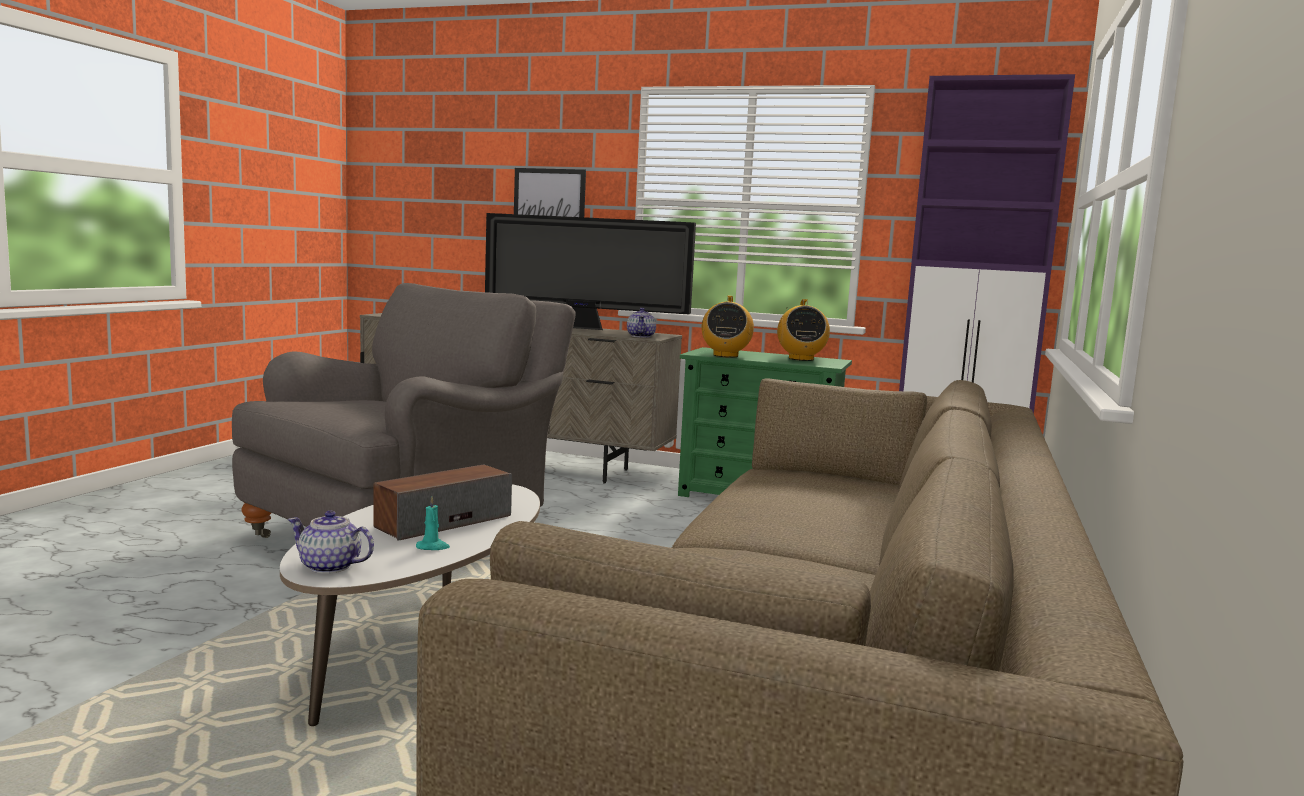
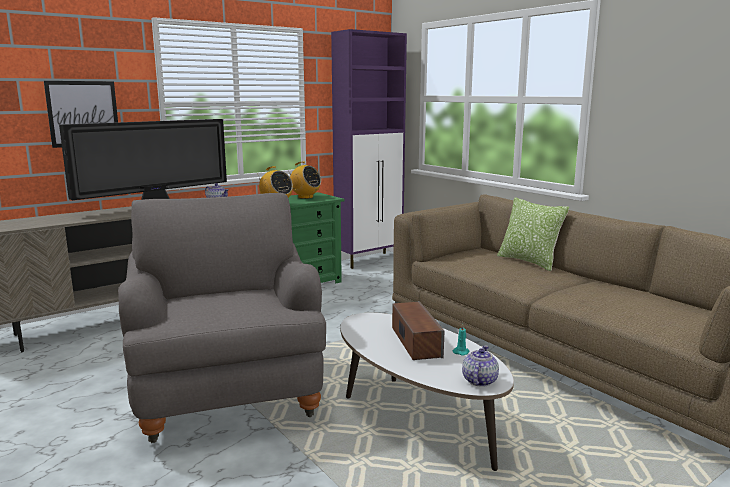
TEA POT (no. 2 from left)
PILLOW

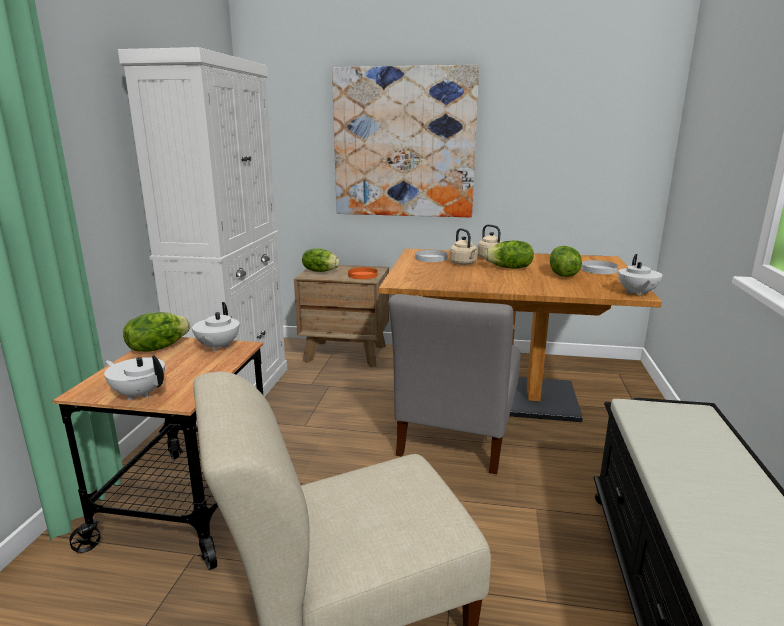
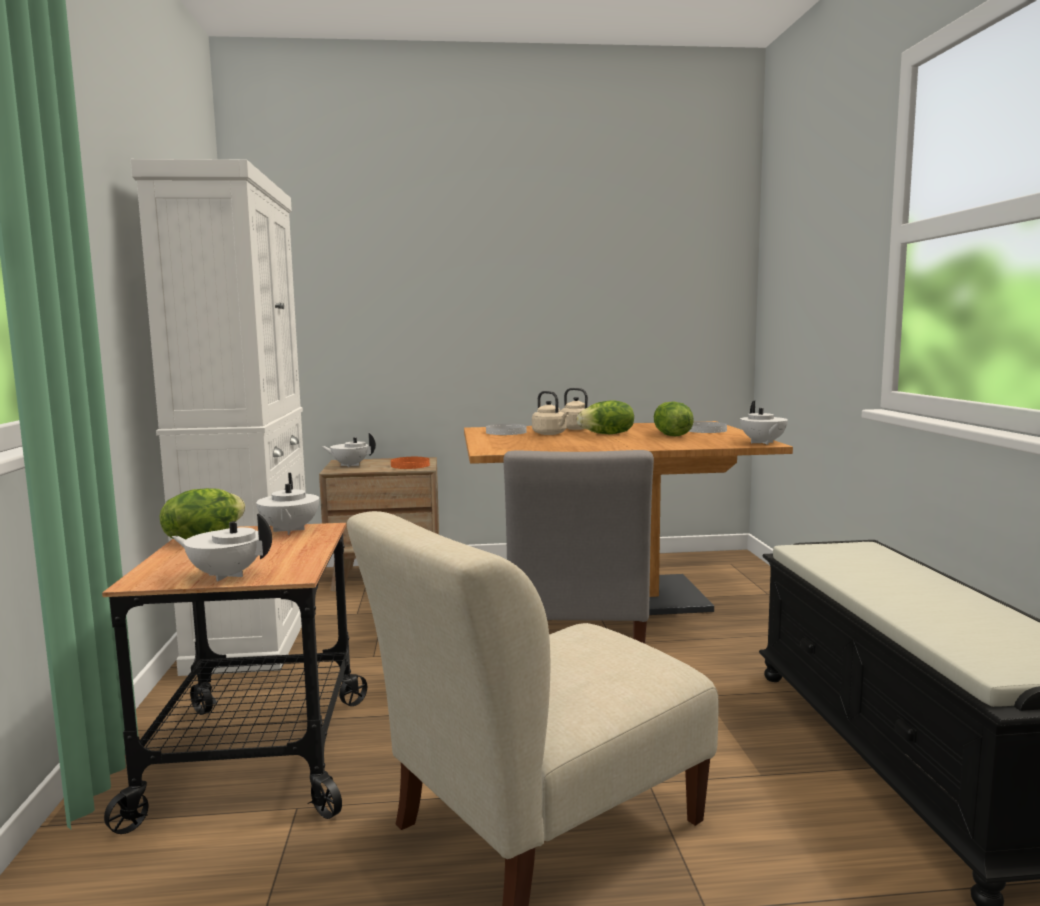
WHITE-COLOURED TEA POT (no. 3 from left)
PICTURE

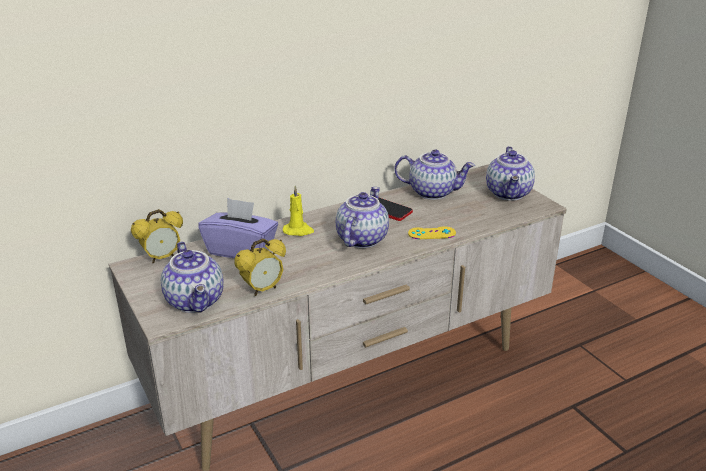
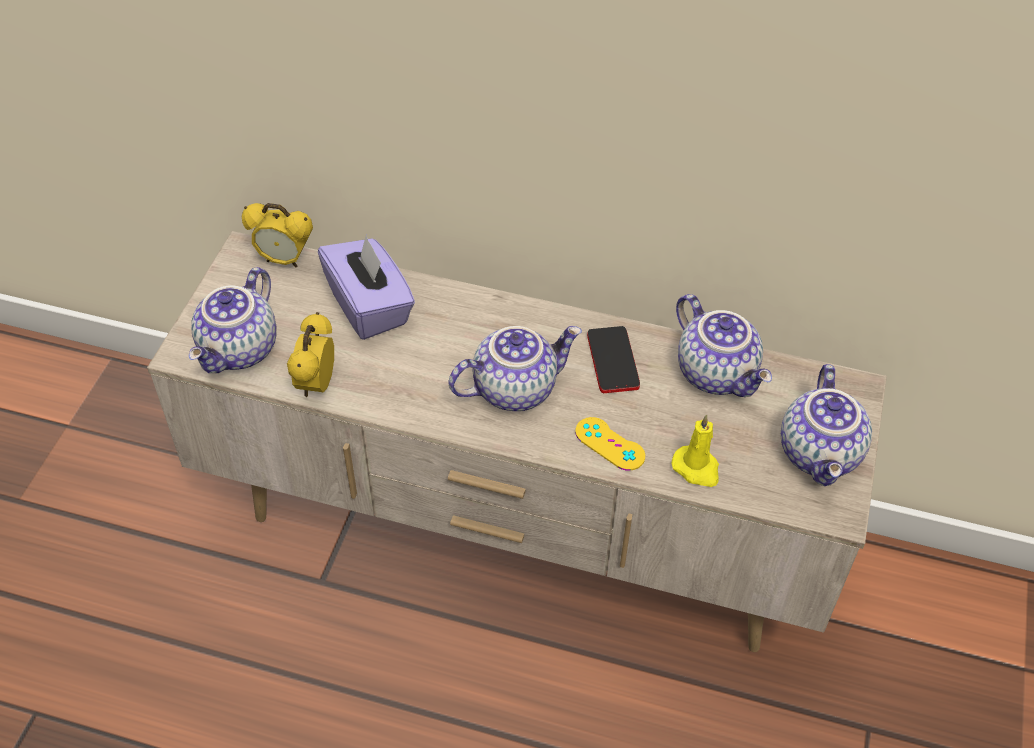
BEDSIDE CLOCK (no. 2 from left)
YELLOW-COLOURED WAX LIGHT
TEA POT (no. 4 from left)

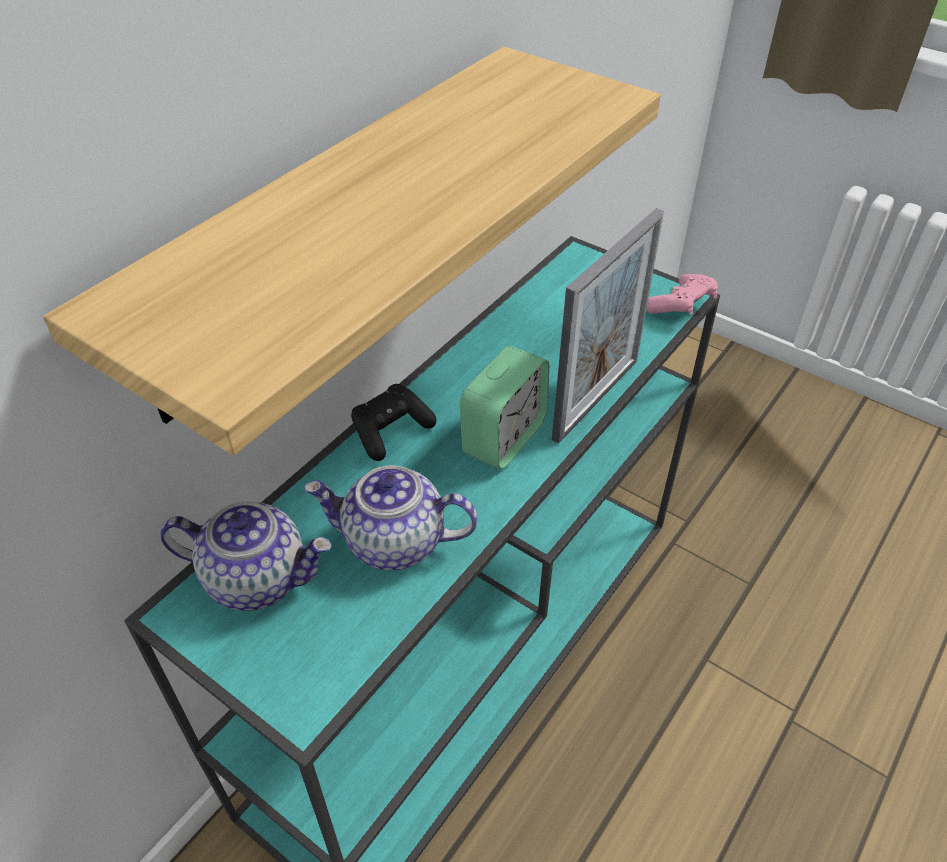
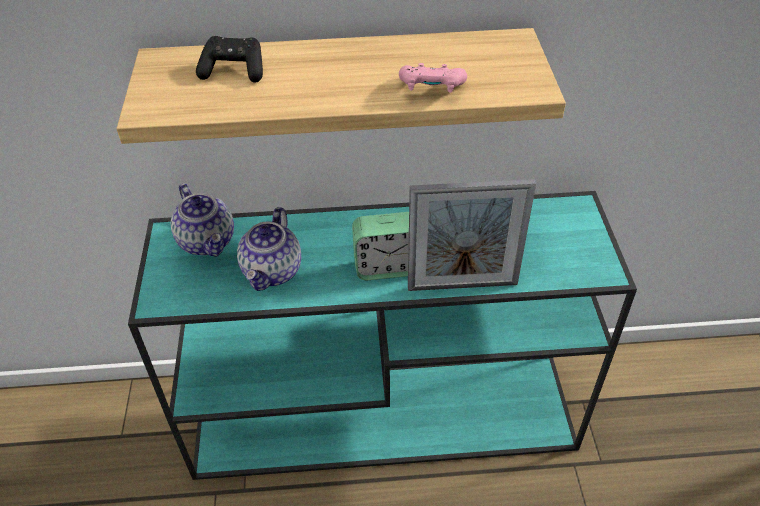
TEA POT (no. 2 from left)
BLACKISH GAMEPAD
PINK-COLOURED GAMEPAD

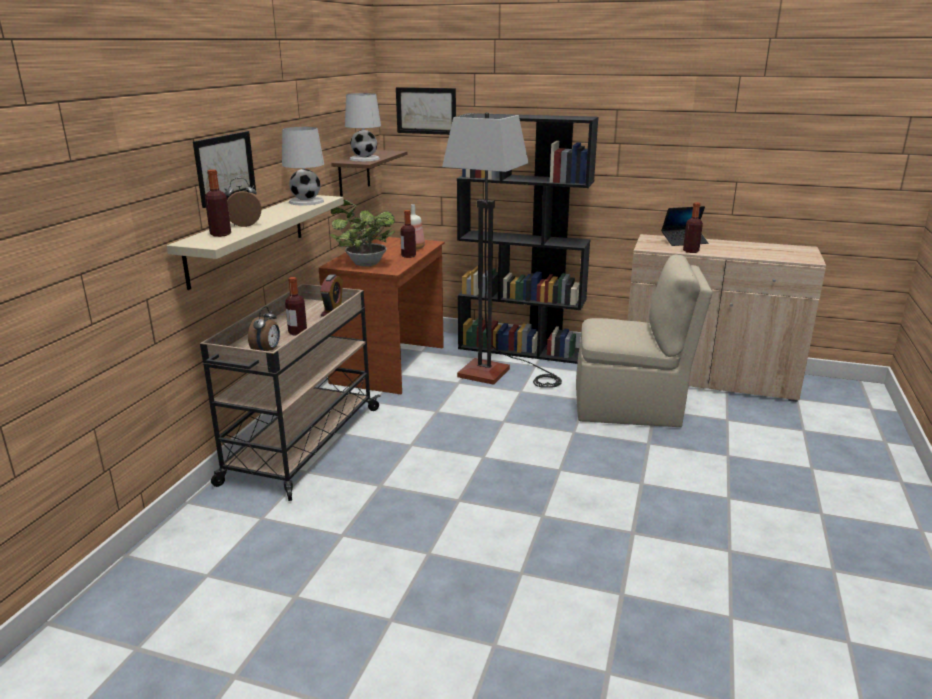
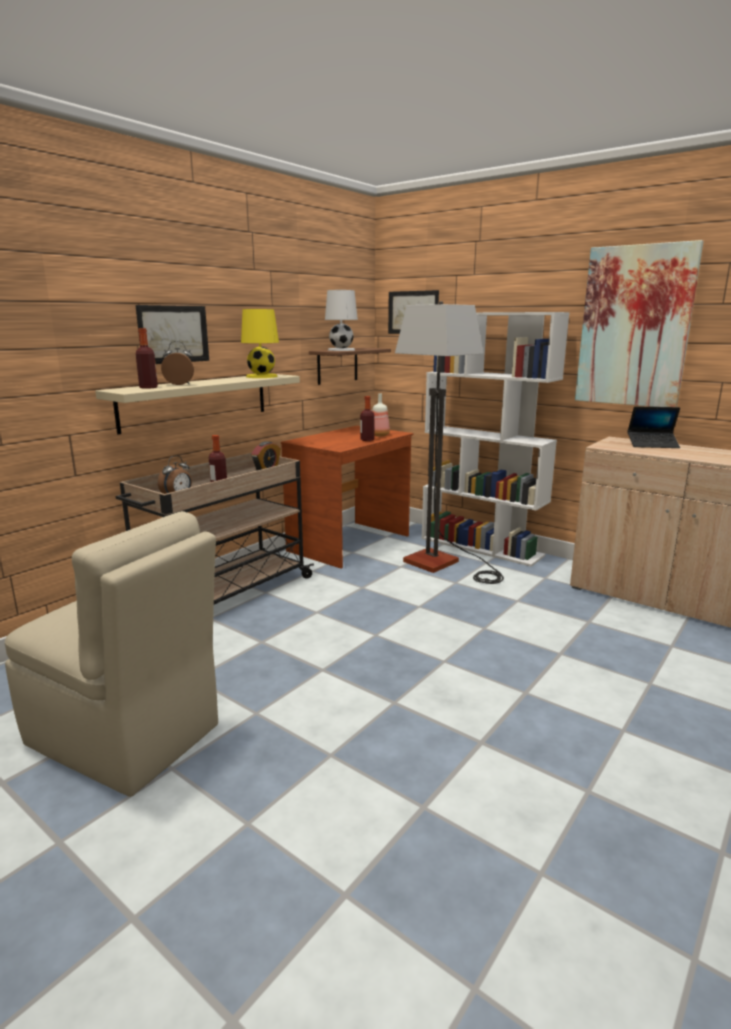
YELLOW-COLOURED TABLE LAMP
PLANT IN A POT
WHITE-COLOURED BOOKSHELF
BEIGE CHAIR
DRINK BOTTLE (no. 5 from left in the first image)
PICTURE (no. 3 from left)

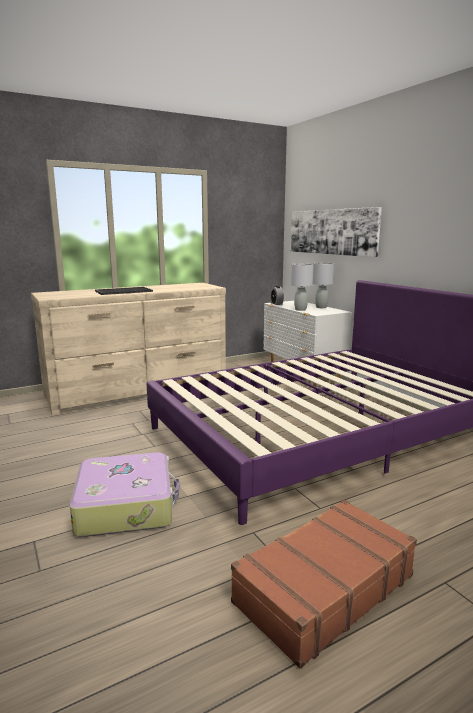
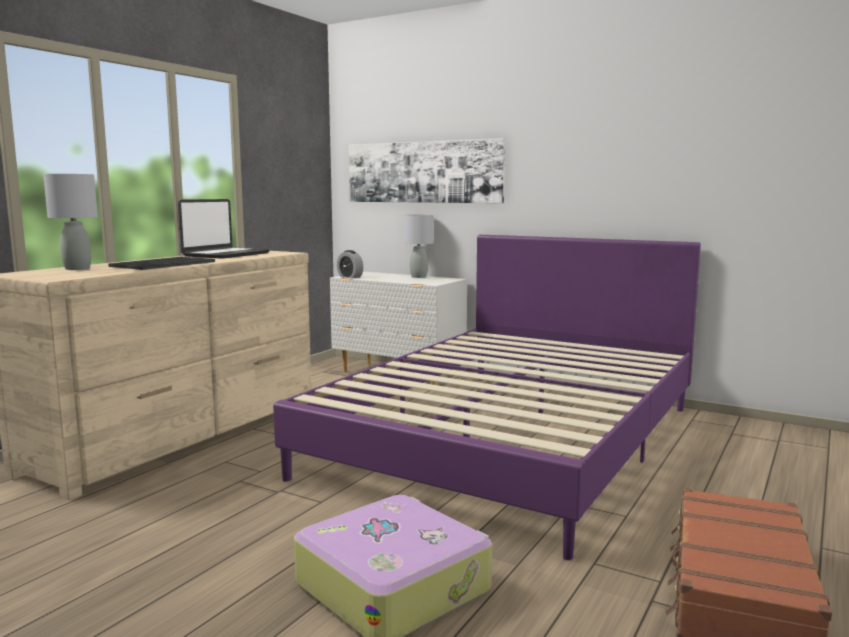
GREY TABLE LAMP (no. 1 from left)
PORTABLE COMPUTER

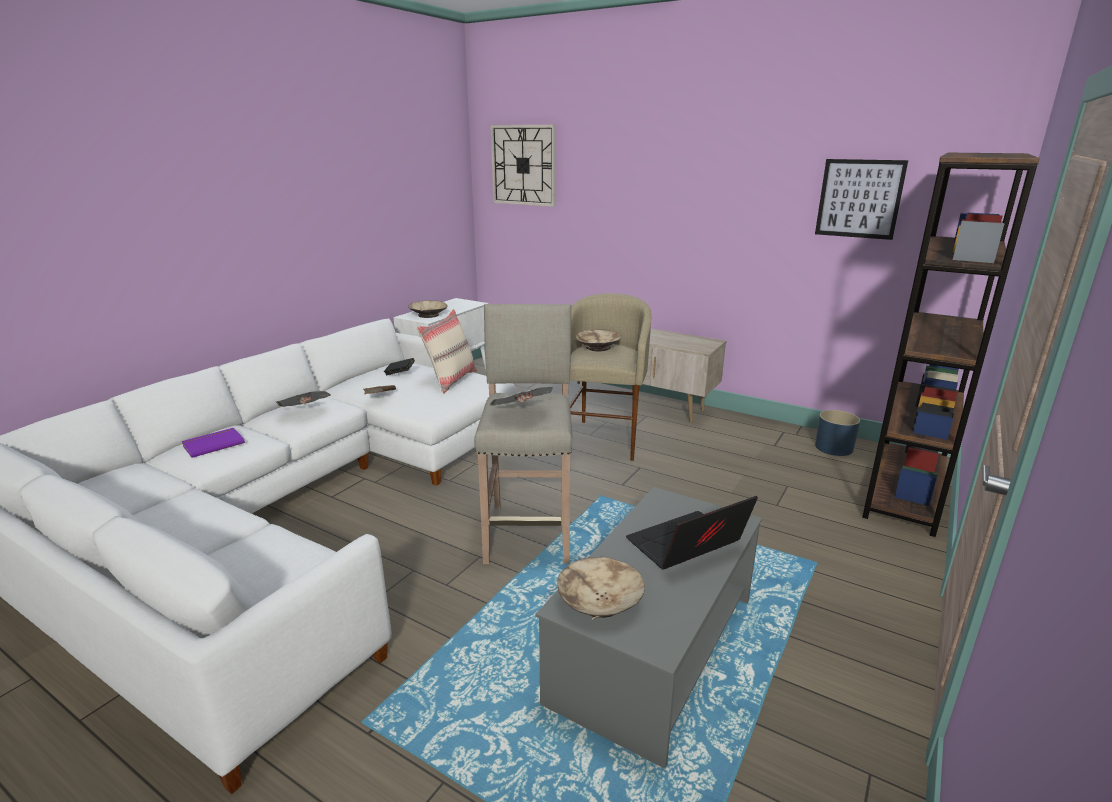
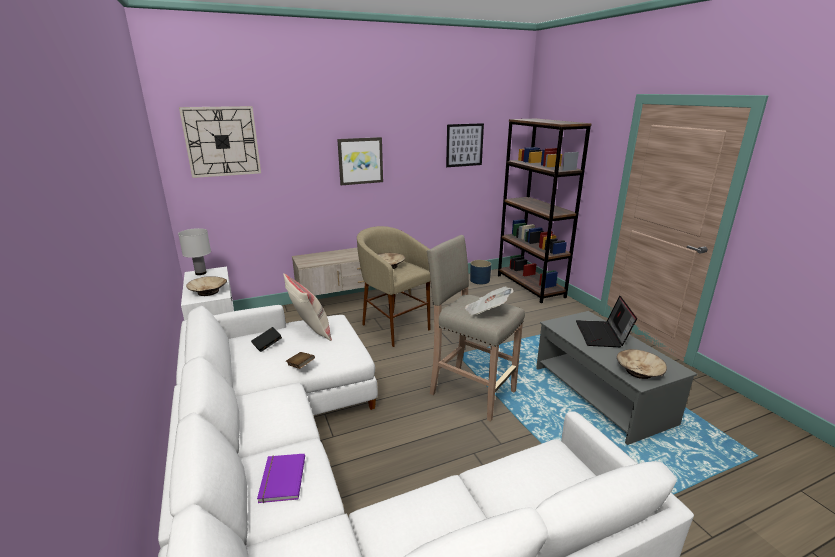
PRINTED PAPER (no. 1 from left in the first image)
WHITE-COLOURED TABLE LAMP
PICTURE (no. 1 from left)

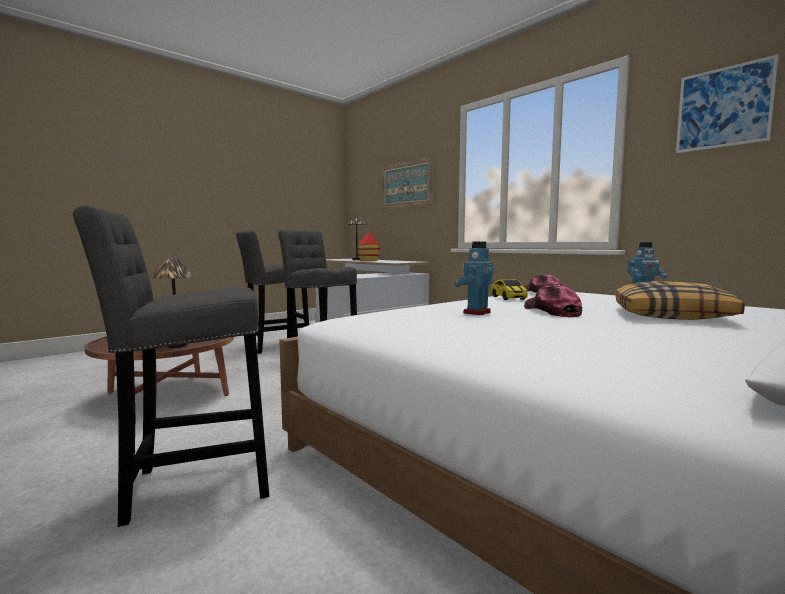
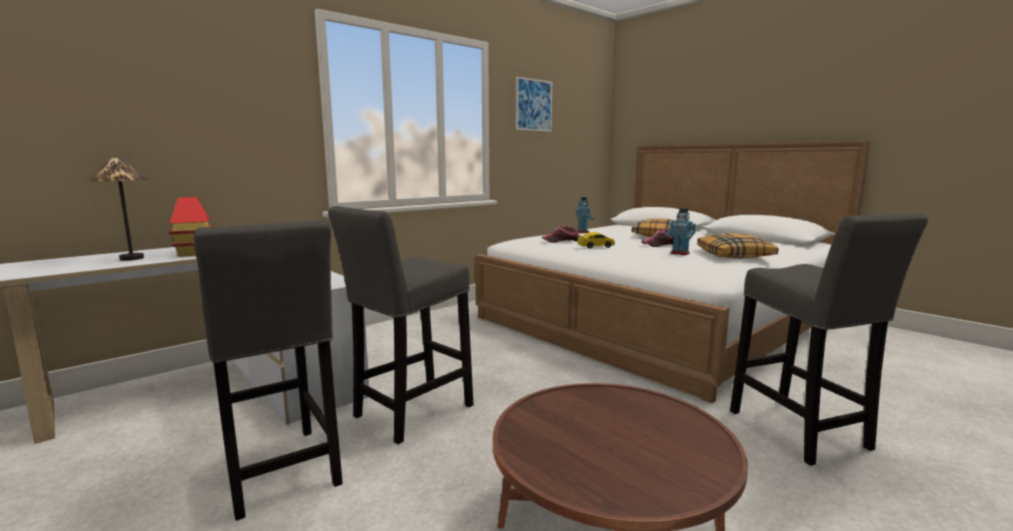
TABLE LAMP (no. 1 from left in the first image)
PICTURE (no. 1 from left in the first image)
PILLOW (no. 2 from left)

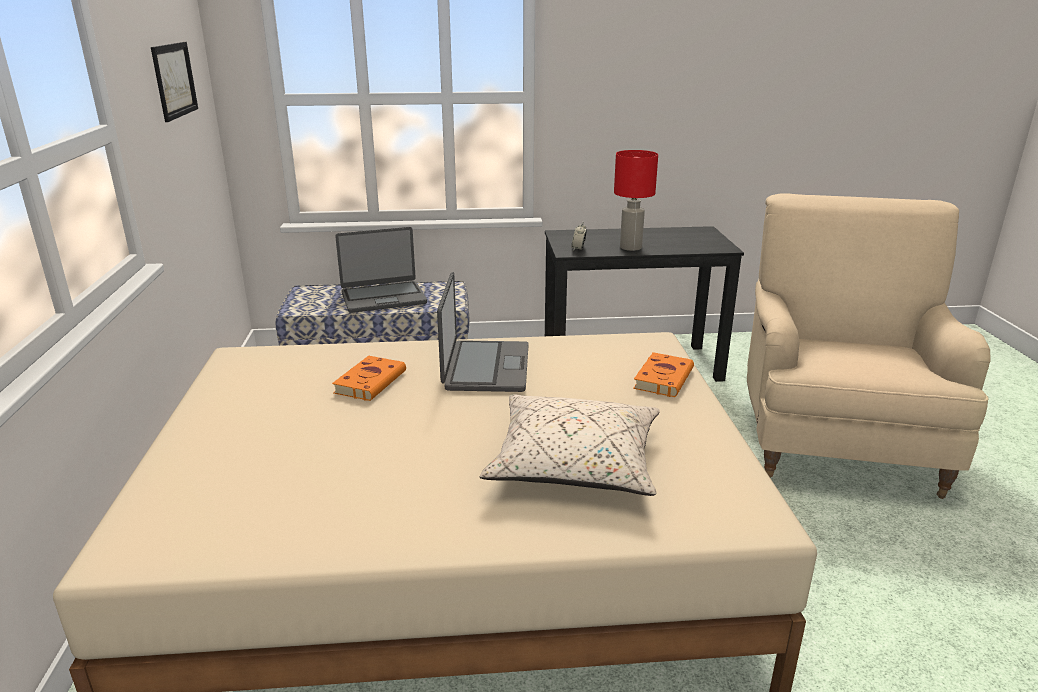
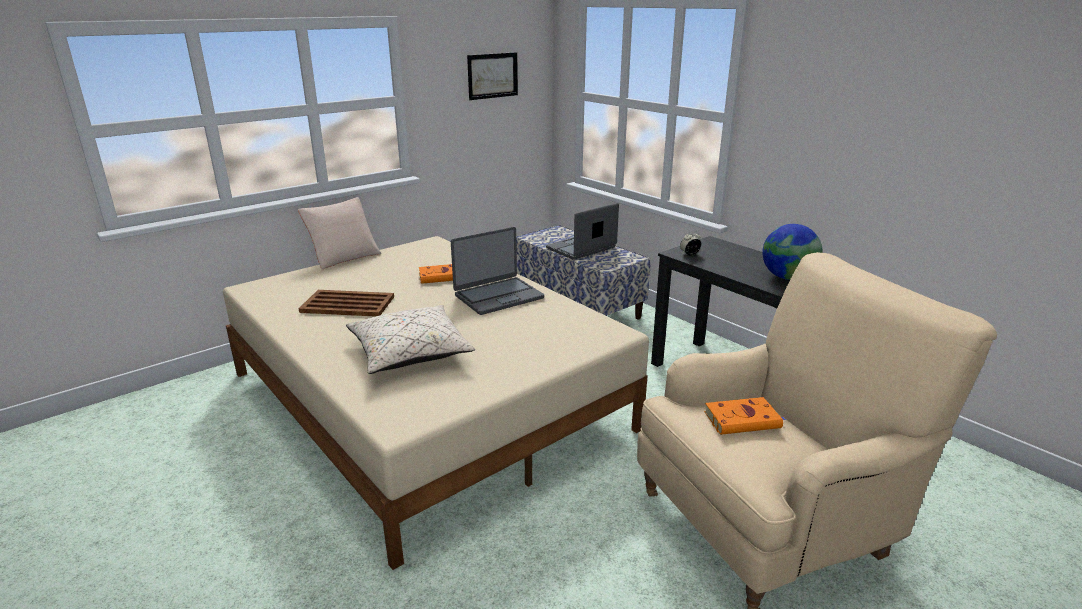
PORTABLE COMPUTER (no. 2 from left)
REDDISH TABLE LAMP
ORANGE BOOK (no. 2 from left)
BEIGE PILLOW (no. 1 from left)
BROWNISH CARRYING TRAY
WORLD GLOBE

